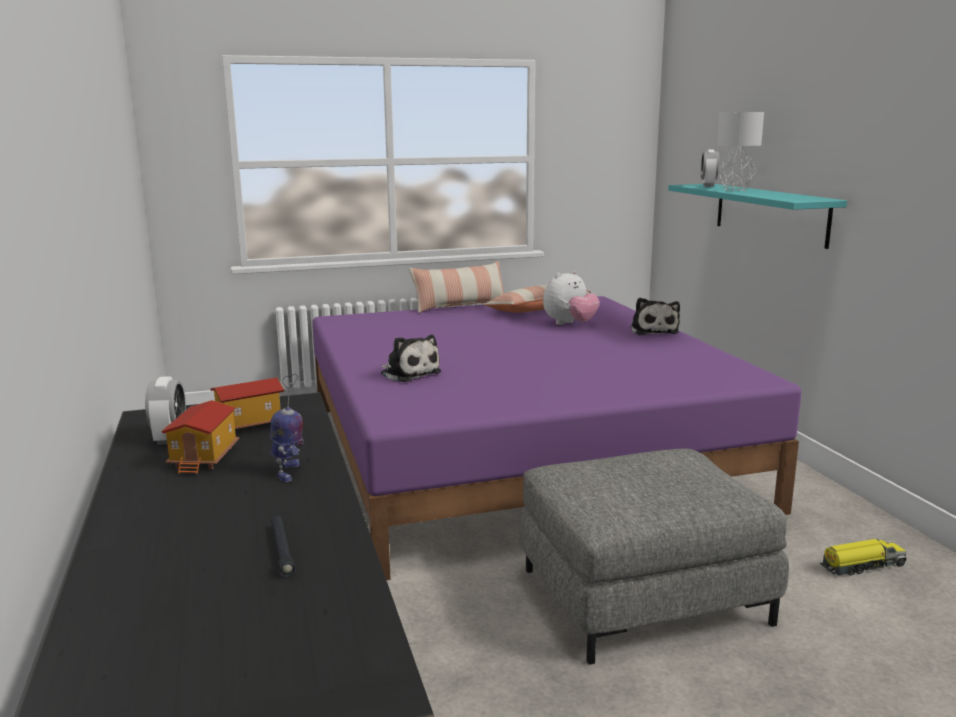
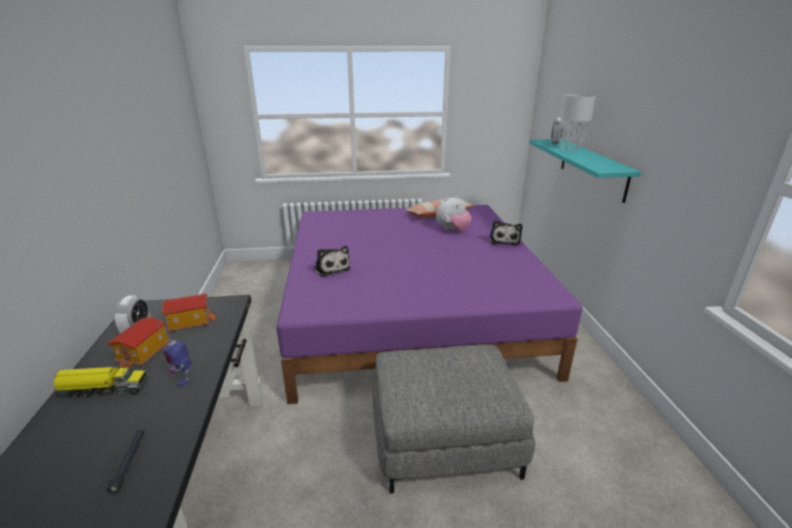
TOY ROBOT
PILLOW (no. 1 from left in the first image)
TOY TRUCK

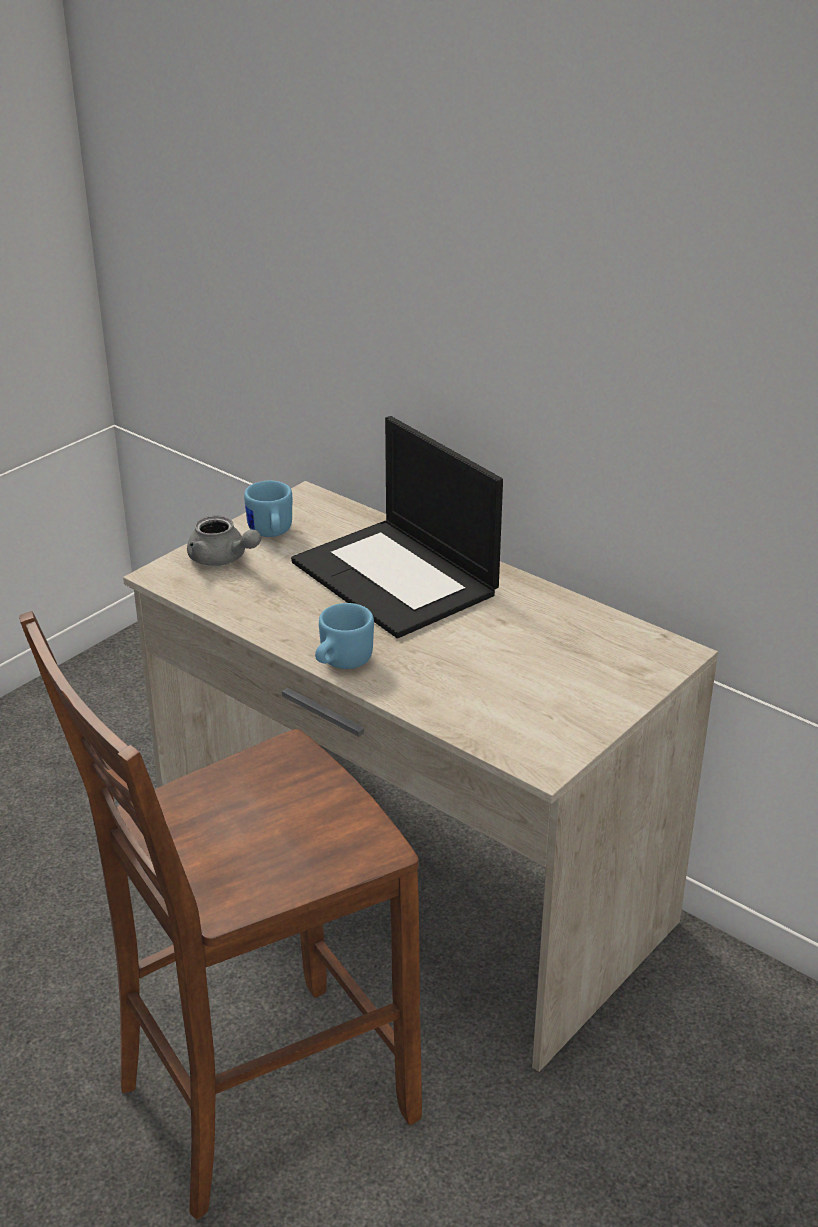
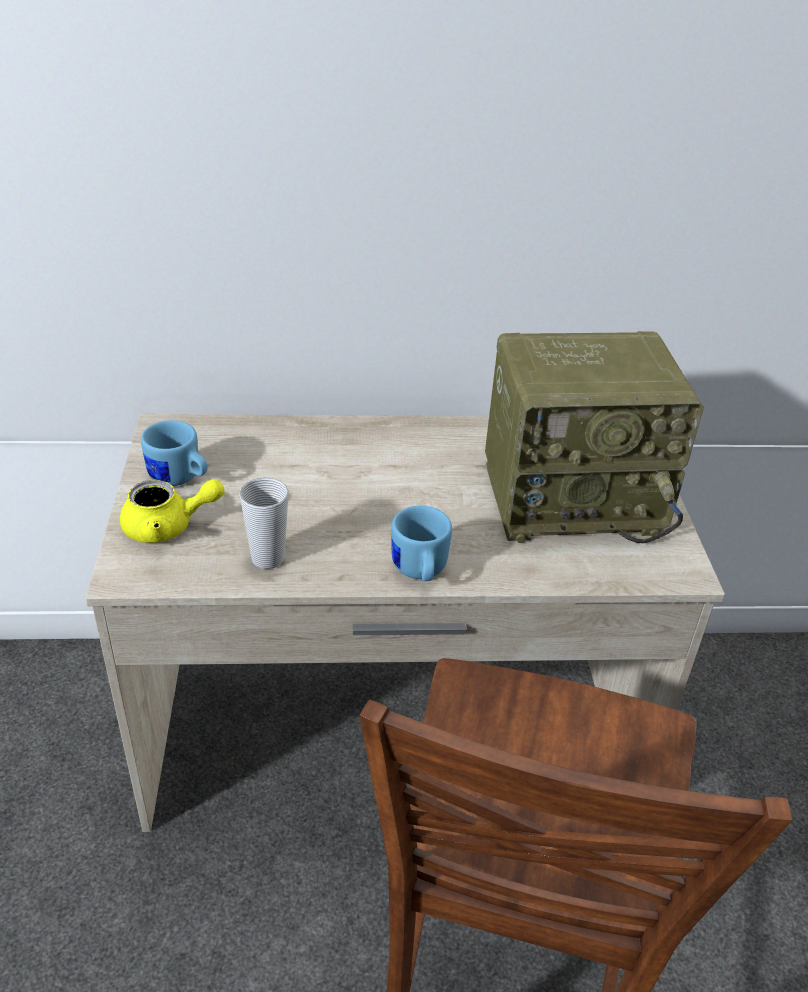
YELLOW-COLOURED TEA POT
PORTABLE COMPUTER
DRINKING CUP
RADIO

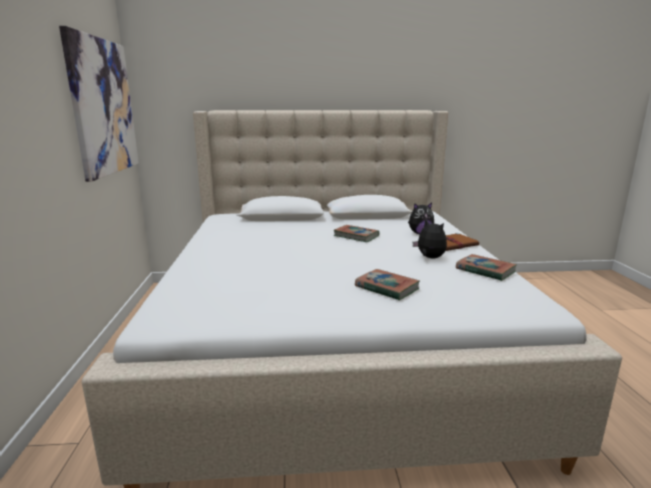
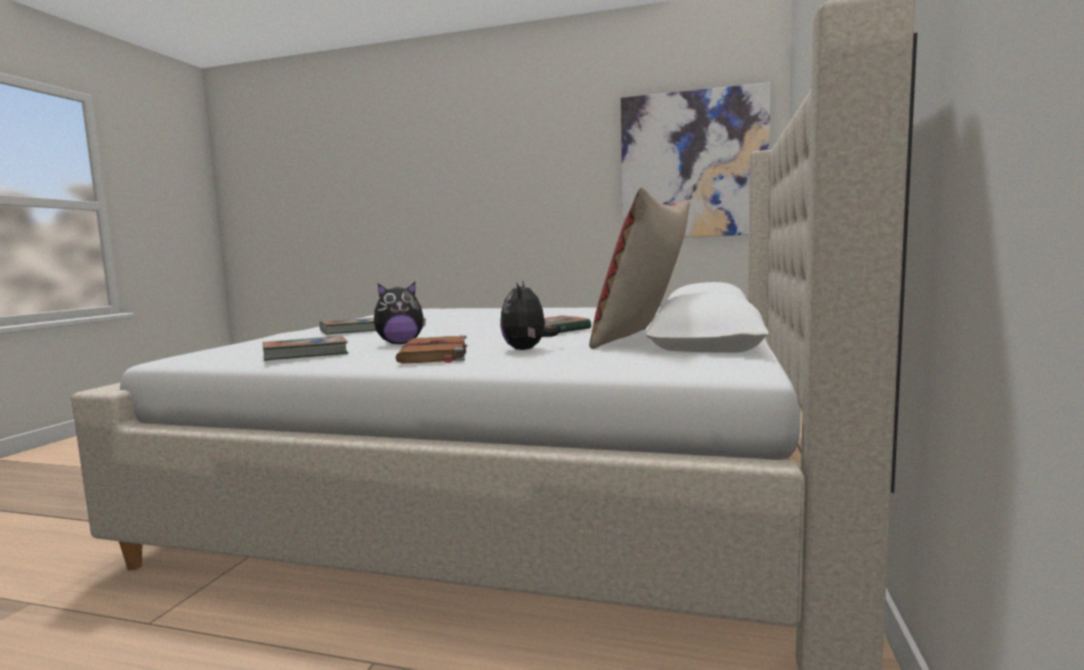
PILLOW

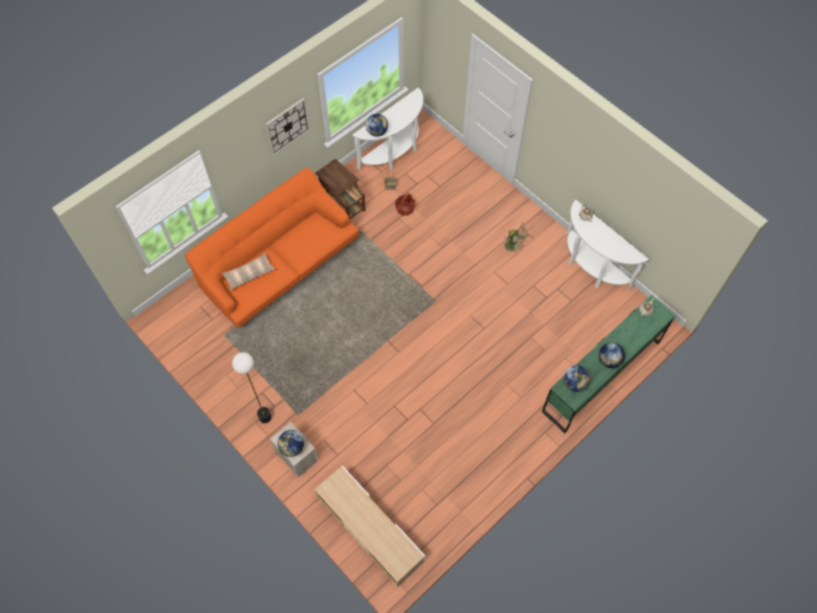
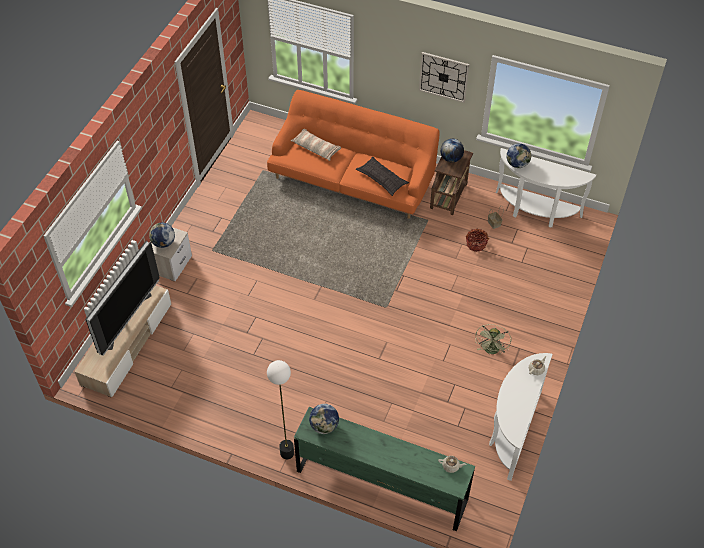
STANDARD LAMP
WORLD GLOBE (no. 3 from left)
TELEVISION
PILLOW (no. 2 from left)

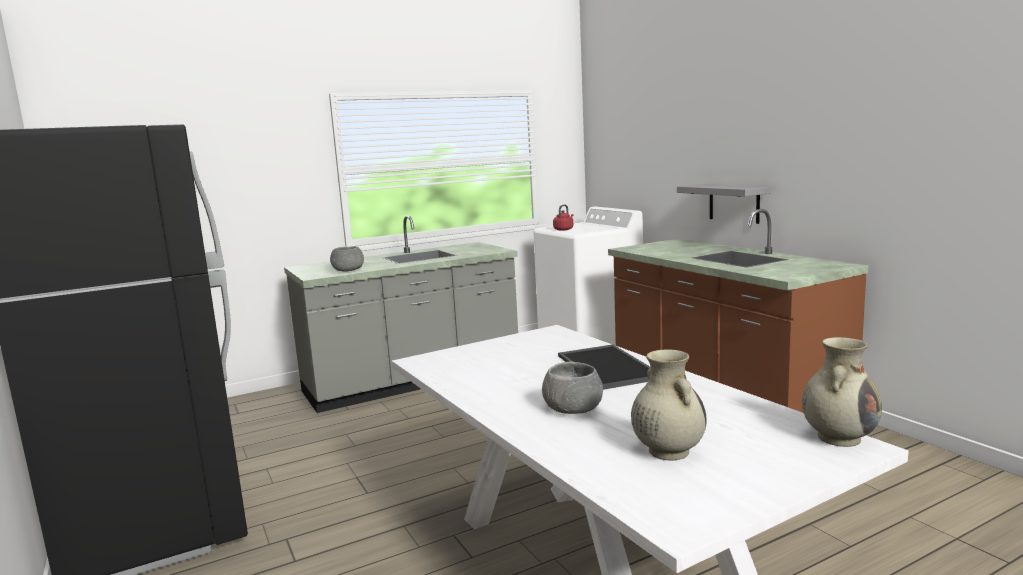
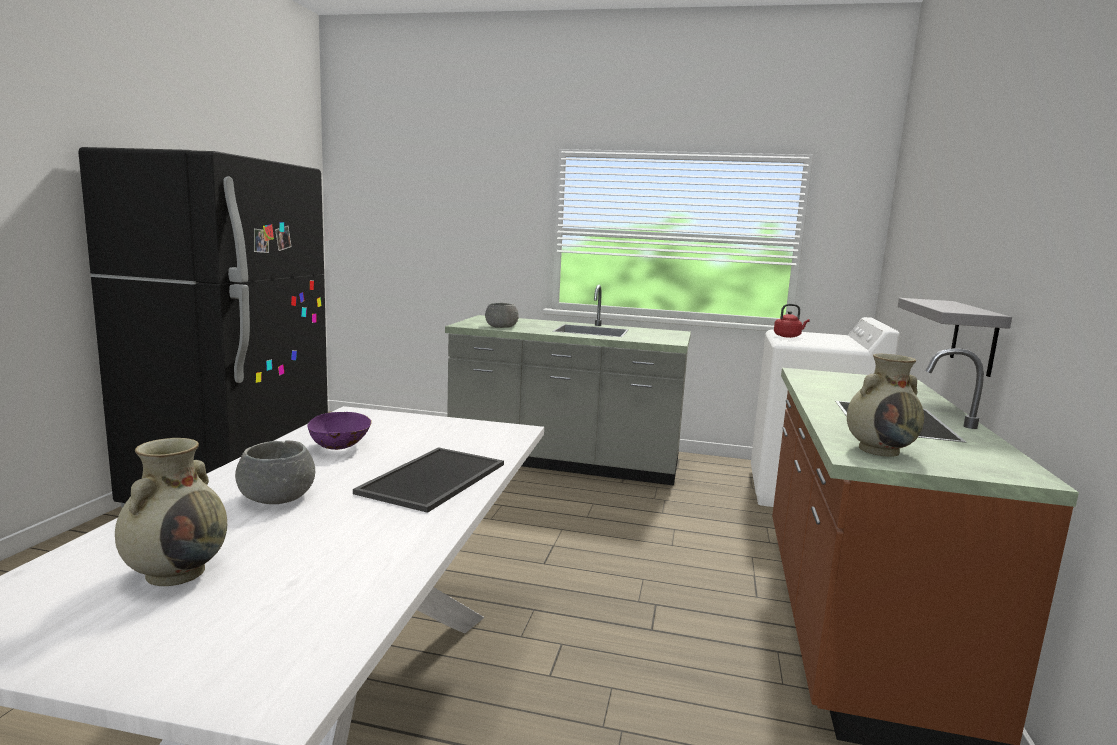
BEIGE VASE (no. 2 from left)
PURPLISH BOWL

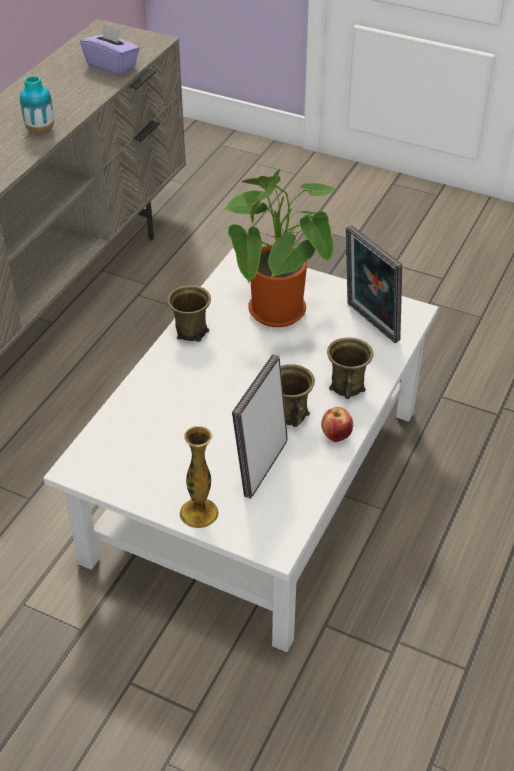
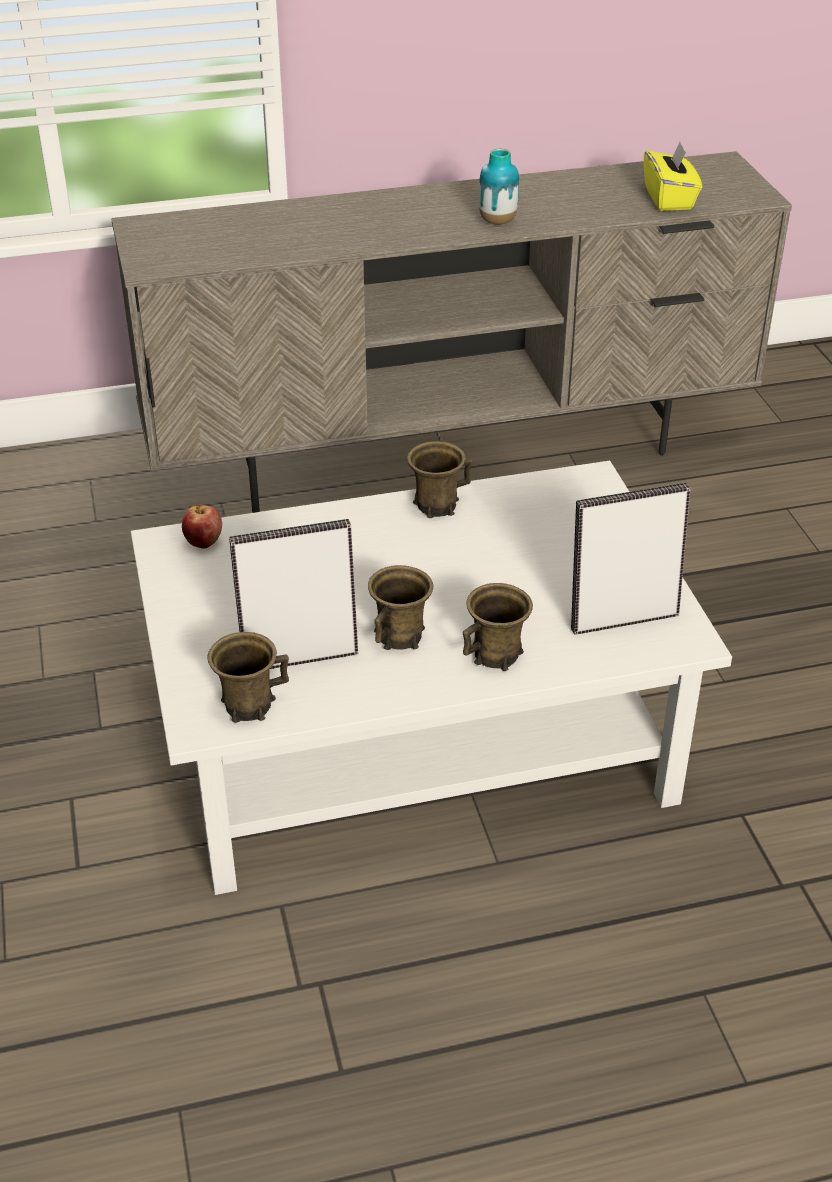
YELLOW-COLOURED TISSUE HOLDER
VASE (no. 2 from left in the first image)
PLANT IN A POT
APPLE
STANDING FRAME (no. 2 from left)
BROWNISH TEA MUG (no. 1 from left)

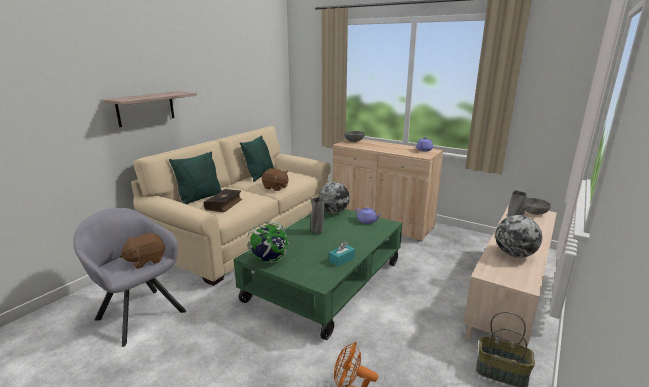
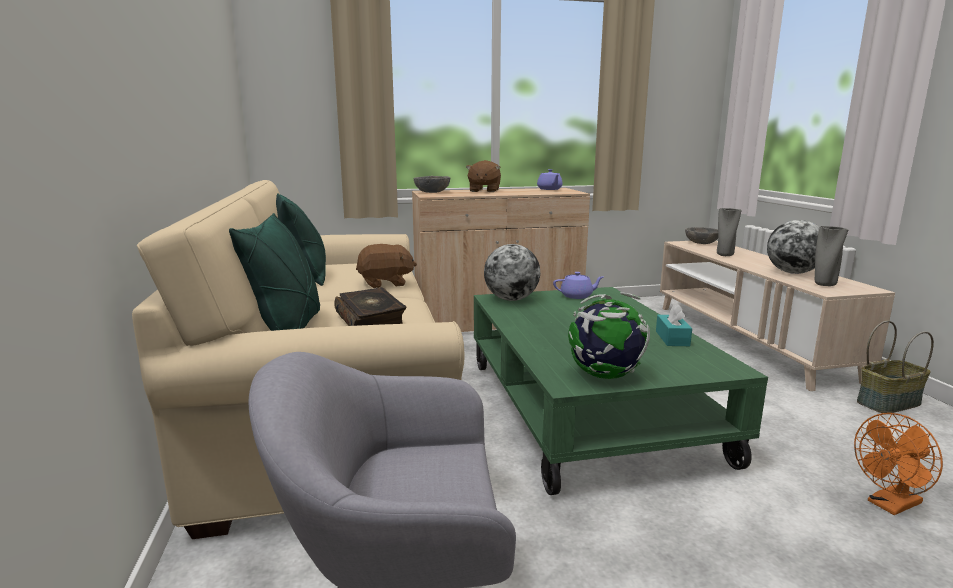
BRACKET SHELF
BROWNISH SOFT TOY (no. 2 from left)
GREY VASE (no. 2 from left)

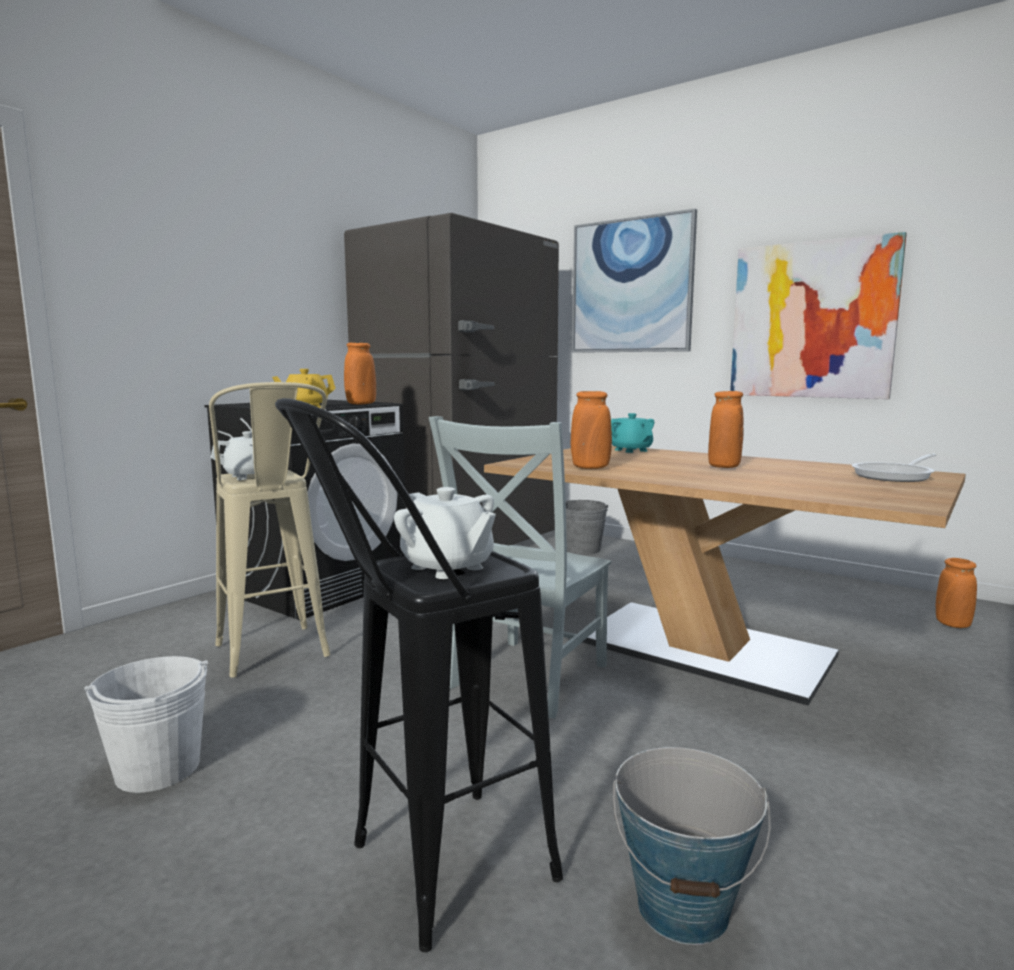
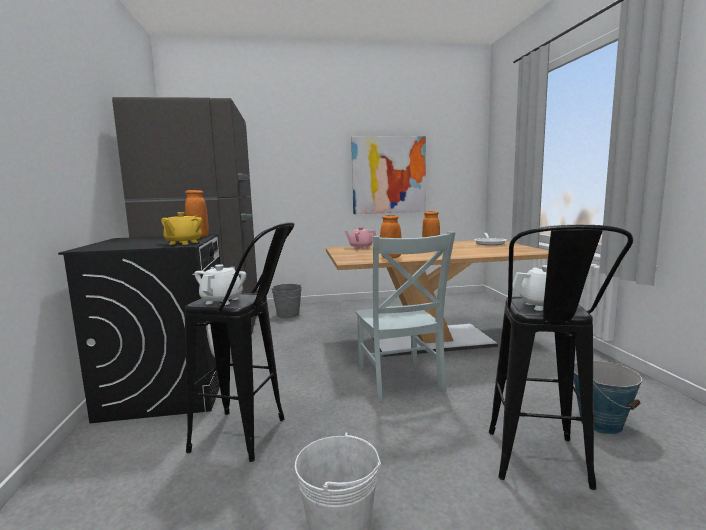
BLACKISH STOOL (no. 1 from left)
PICTURE (no. 1 from left in the first image)
PINK-COLOURED TEA POT
ORANGE VASE (no. 4 from left in the first image)

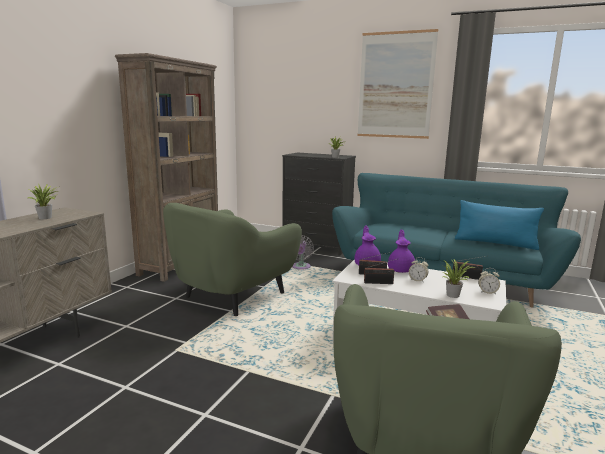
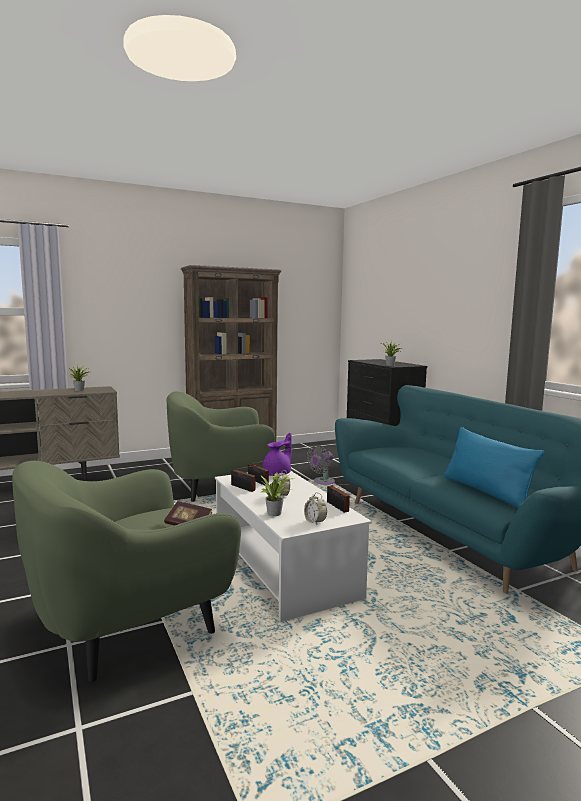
PICTURE
PURPLISH TEA POT (no. 2 from left in the first image)

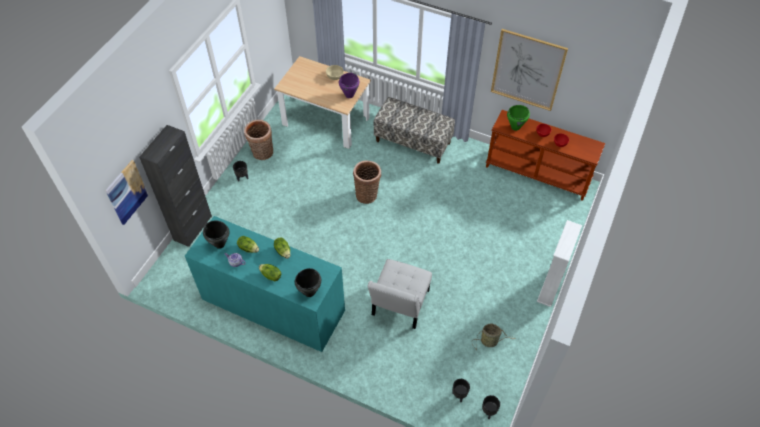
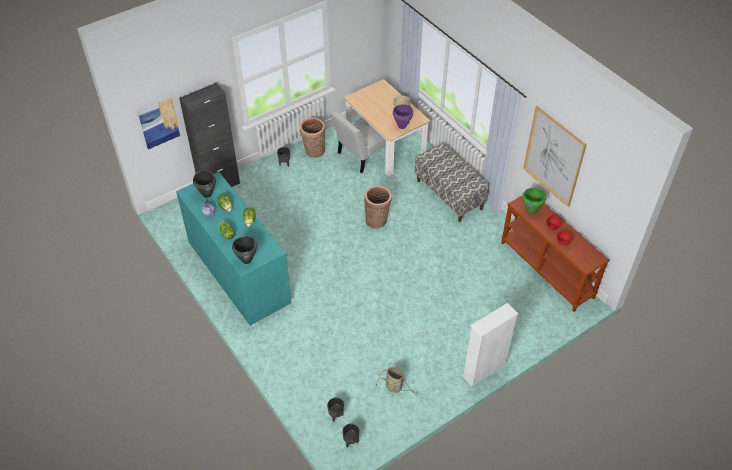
WHITE-COLOURED CHAIR

